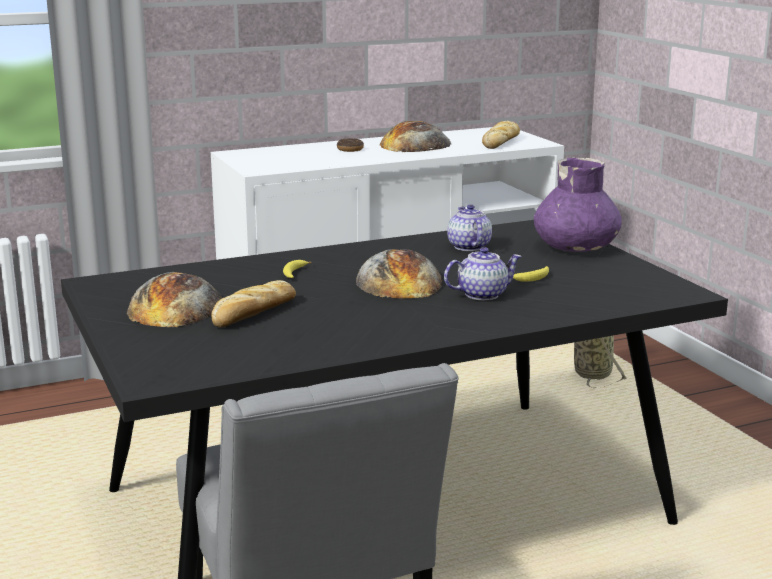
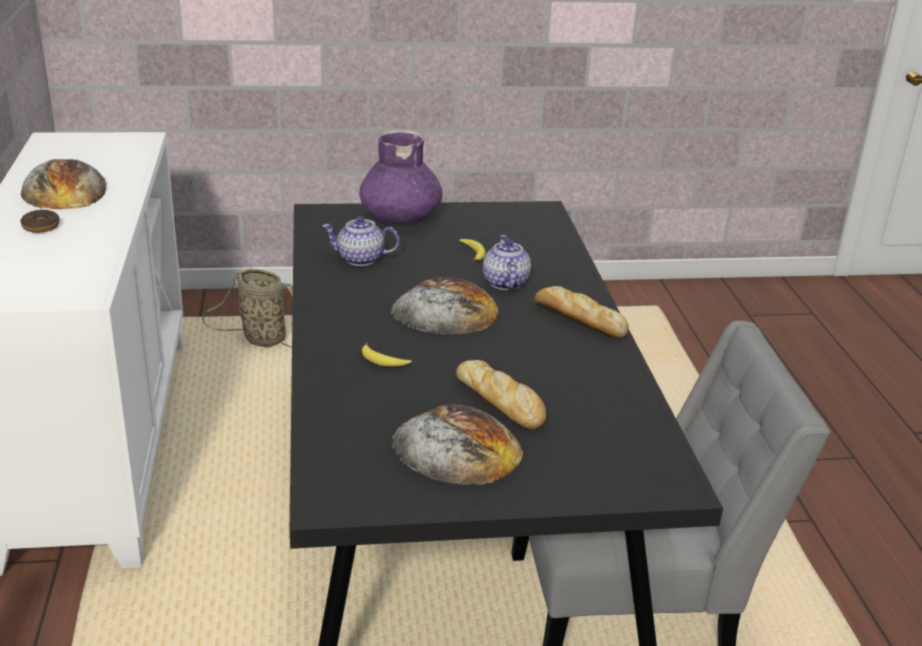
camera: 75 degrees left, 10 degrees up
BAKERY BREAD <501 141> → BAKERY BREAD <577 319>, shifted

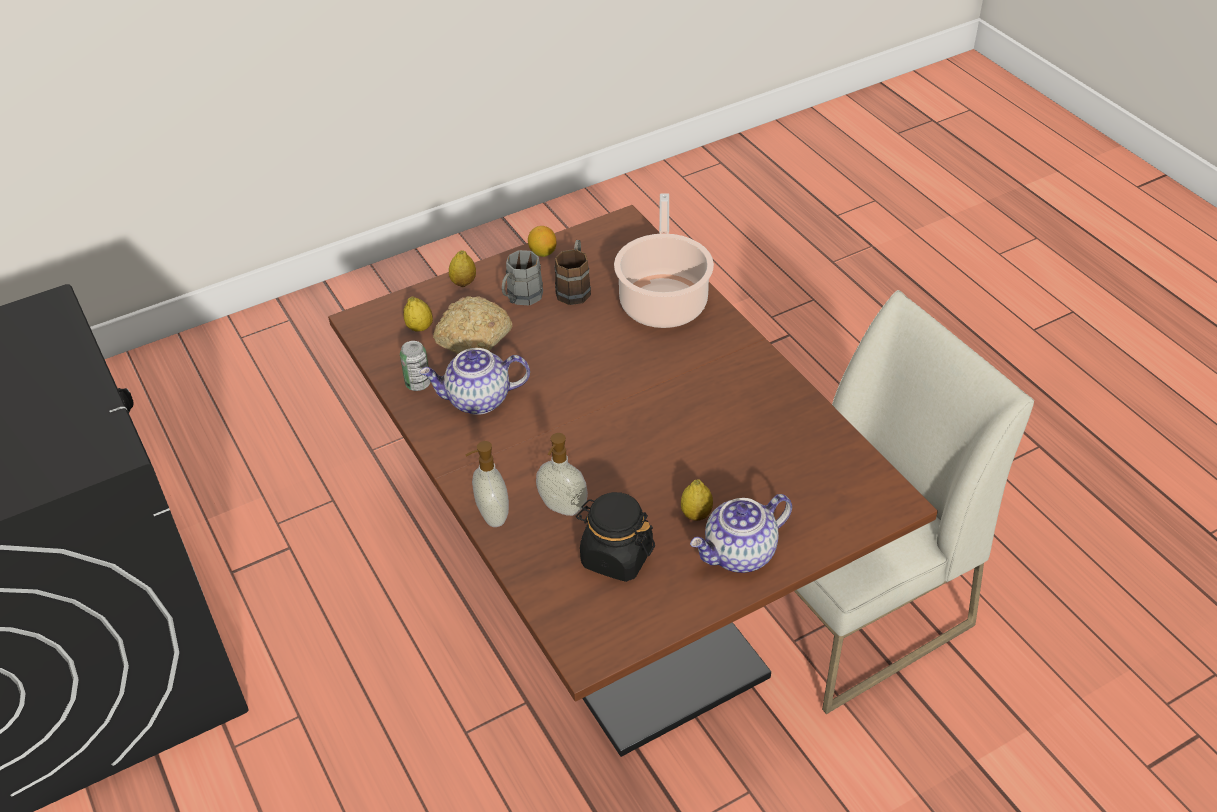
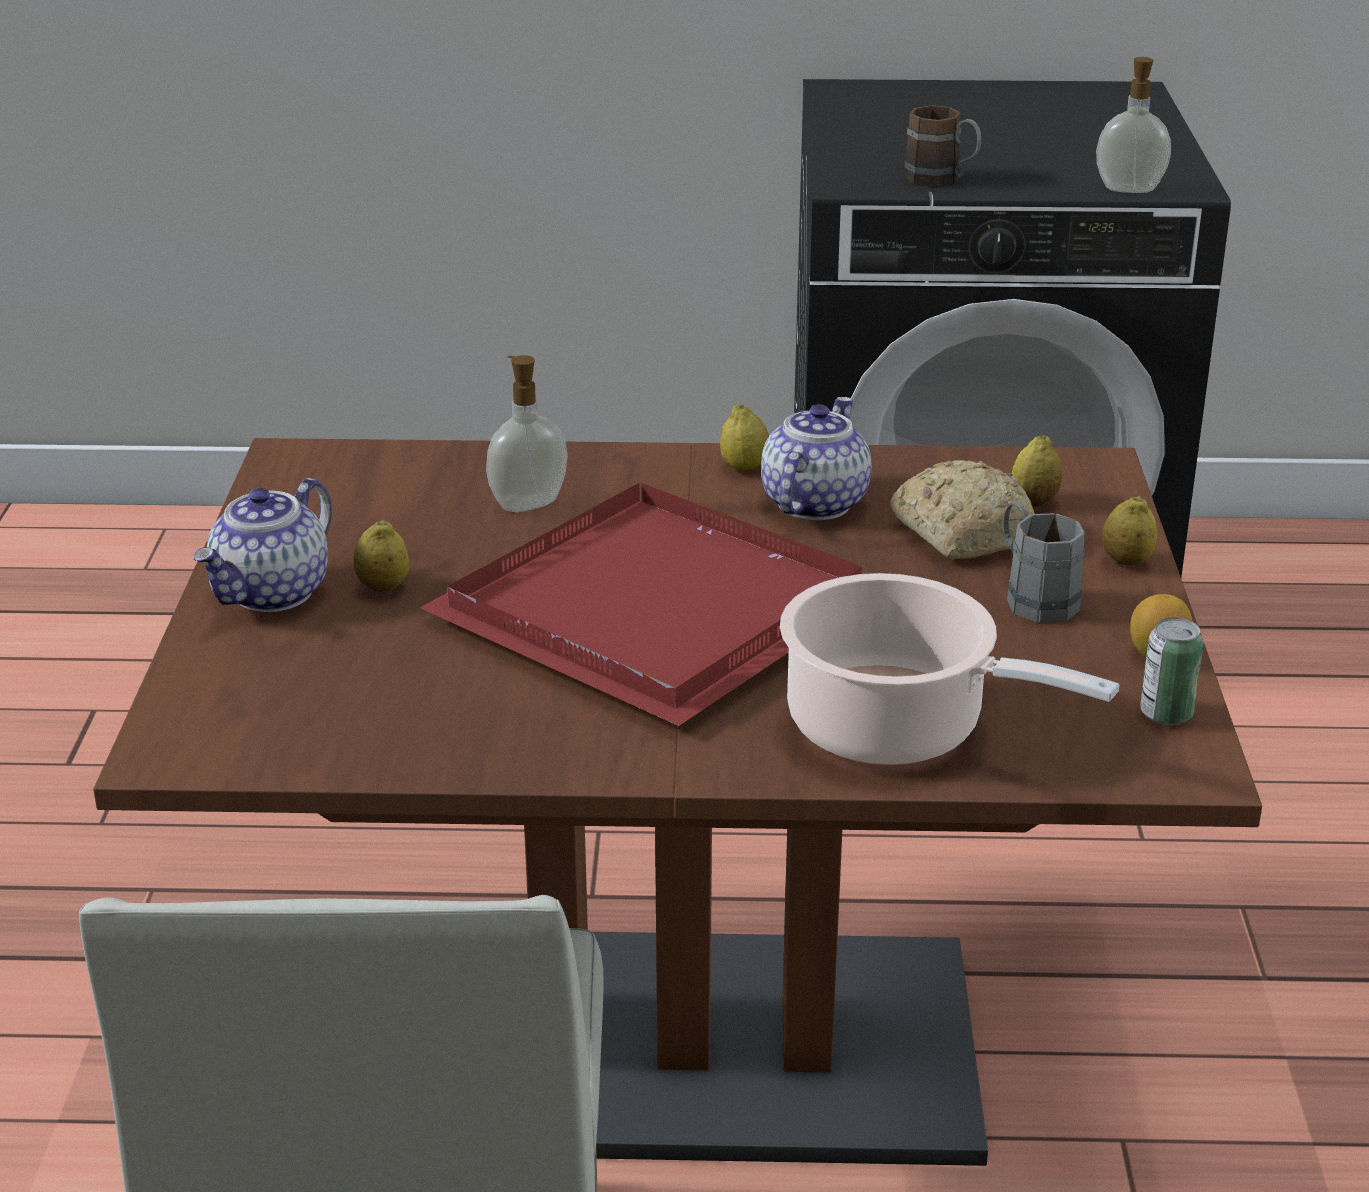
camera: 120 degrees right, 15 degrees down
BLACK STORAGE JAR <616 556> → -
- → RED SERVING TRAY <665 610>
- → CITRUS FRUIT <744 468>
SEALED CAN <418 384> → SEALED CAN <1166 714>, shifted
SOAP BOTTLE <491 515> → SOAP BOTTLE <1129 189>, shifted
BROWNISH COFFEE MUG <575 287> → BROWNISH COFFEE MUG <942 180>, shifted
POT FOR TEA <740 554> → POT FOR TEA <272 593>, 150 degrees counterclockwise

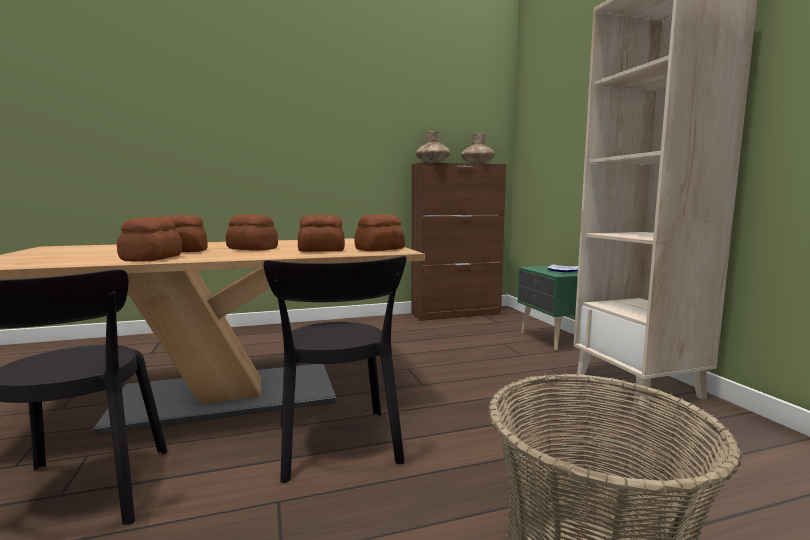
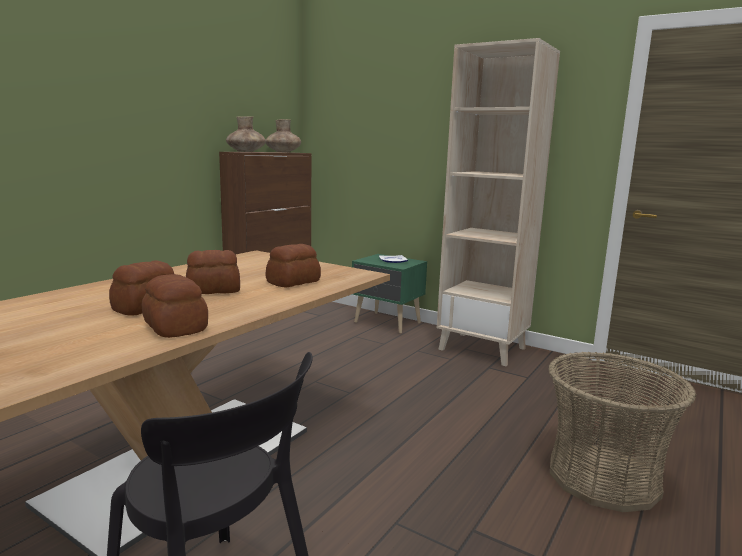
camera: 40 degrees left, 5 degrees up
BLACK PLAIN CHAIR <338 447> → -
BAKERY BREAD <379 249> → -

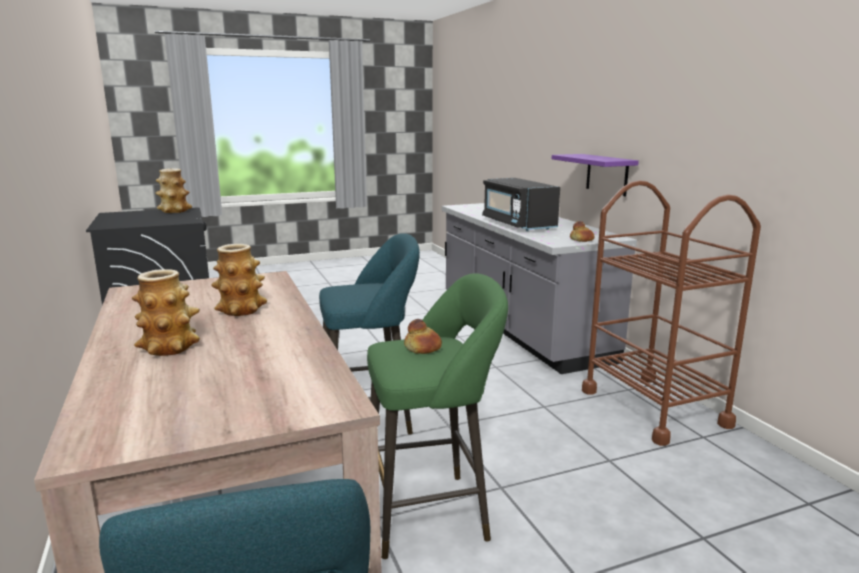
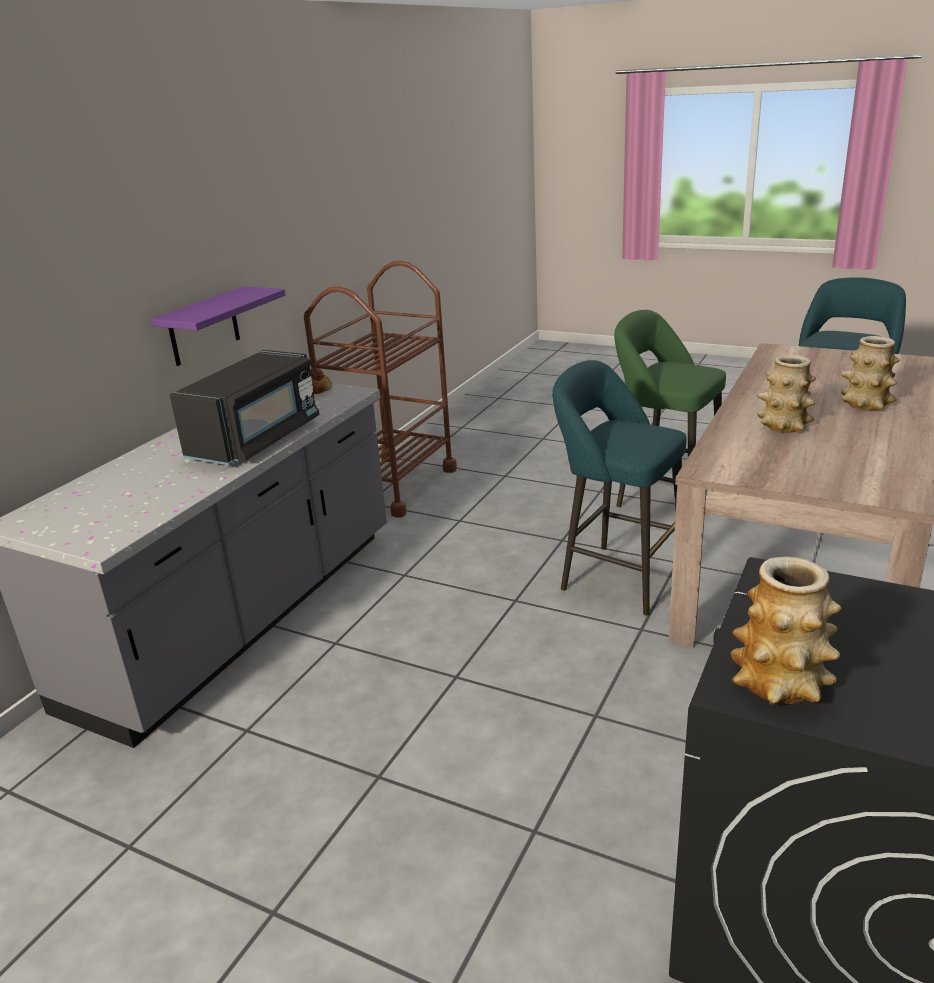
camera: 130 degrees left, 10 degrees up
BAKERY BREAD <423 347> → -

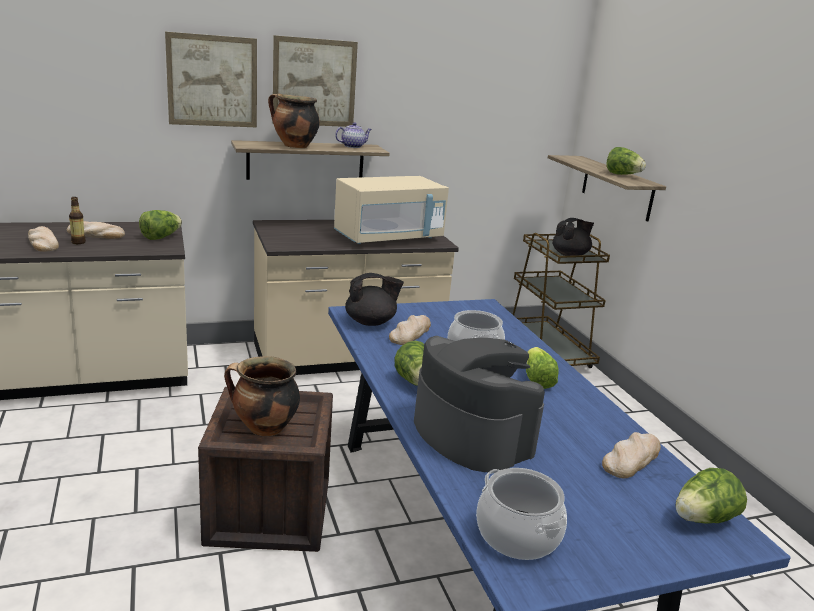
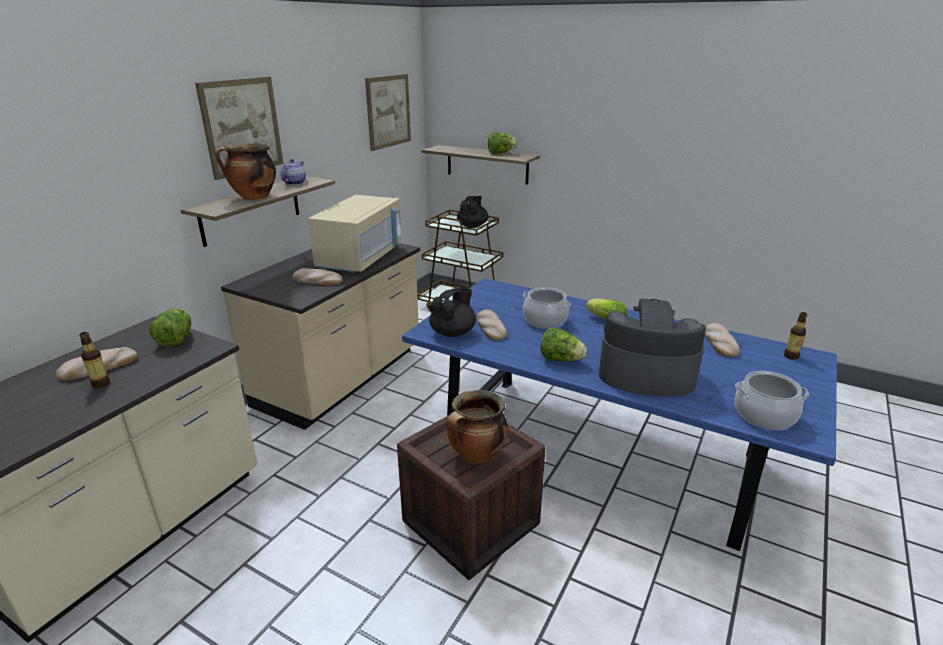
camera: 40 degrees left, 5 degrees up
BAKERY BREAD <43 243> → BAKERY BREAD <317 280>, shifted
WALL PICTURE <212 81> → WALL PICTURE <388 111>, shifted
LETTUCE HEAD <702 519> → BEVERAGE BOTTLE <791 356>

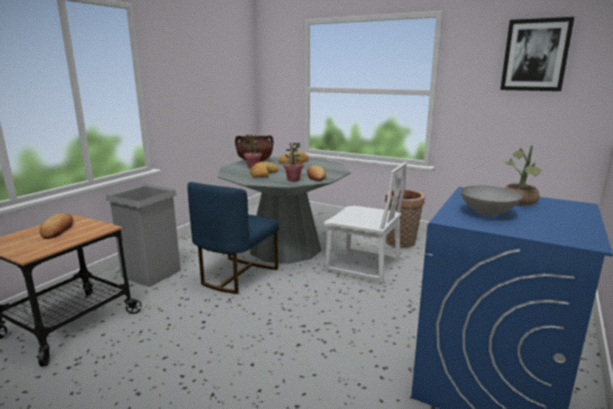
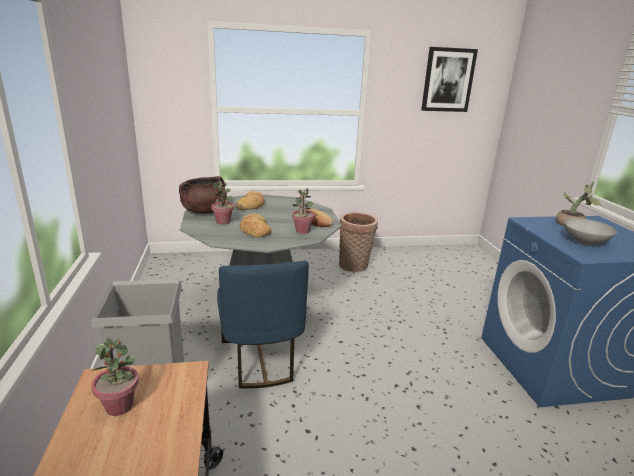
camera: 40 degrees left, 5 degrees up
WHITE-COLOURED PLAIN CHAIR <363 266> → -
BAKERY BREAD <58 229> → POTTED PLANT <120 406>

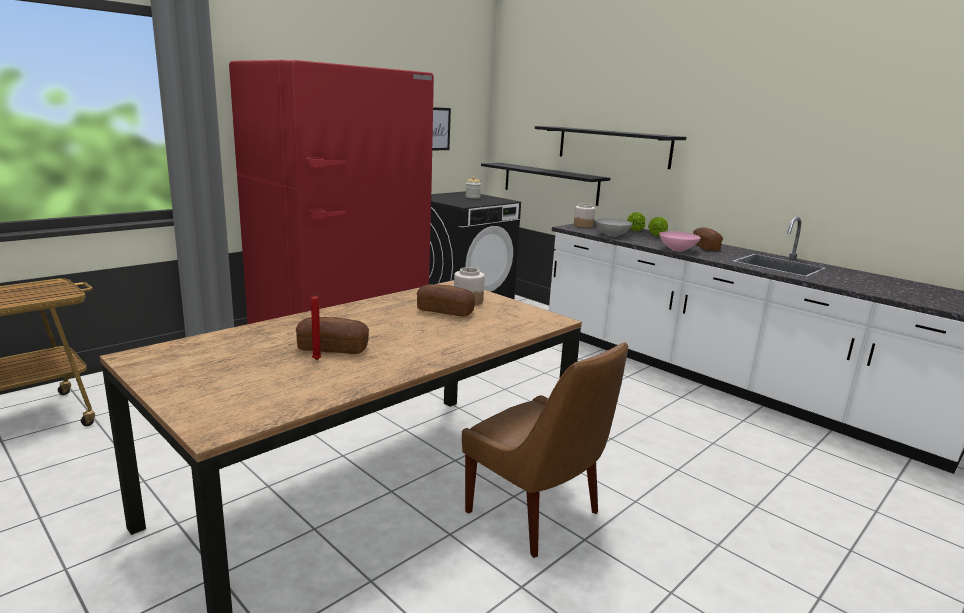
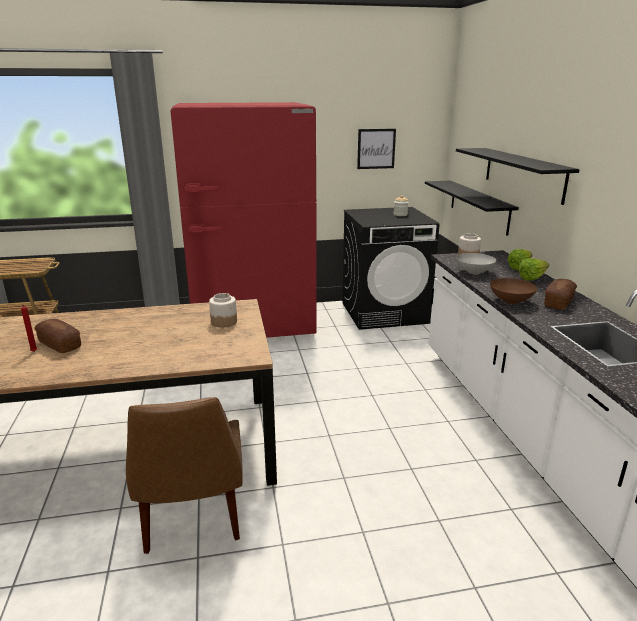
camera: 35 degrees right, 5 degrees up
BAKERY BREAD <445 311> → -
PINKISH DEEP DISH <678 250> → BROWNISH DEEP DISH <511 301>

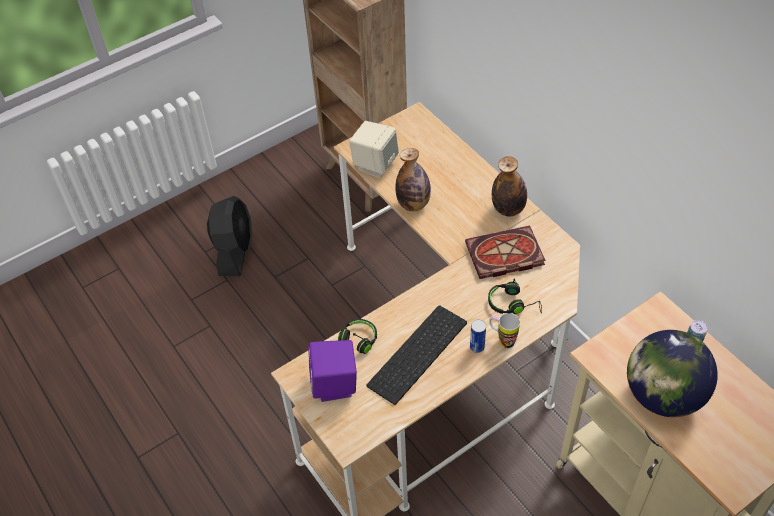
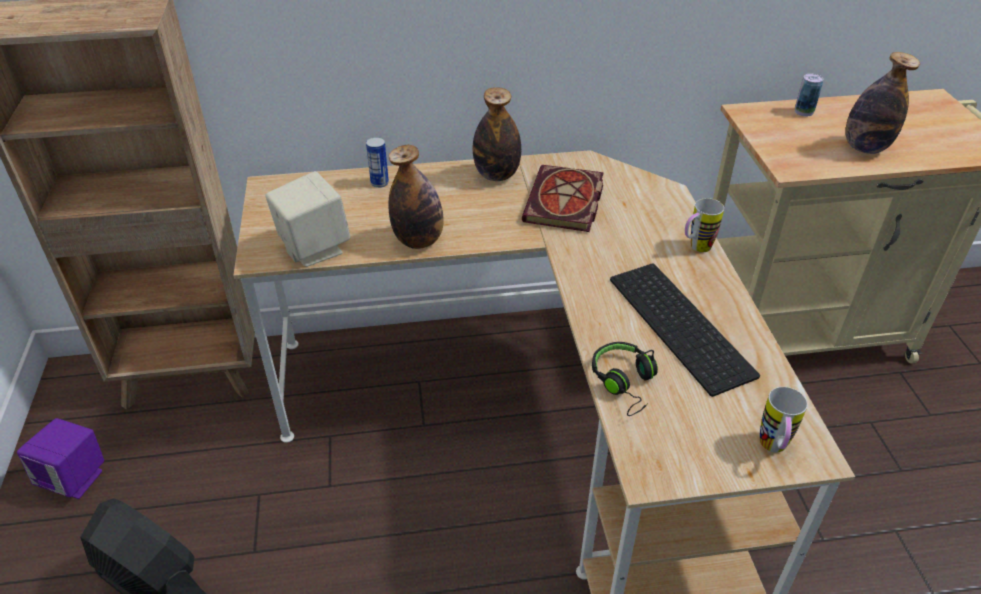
camera: 65 degrees left, 10 degrees down
BLACK HEADSET <513 304> → -
- → COFFEE MUG <773 449>
PURPLE AUDIO SPEAKER <335 385> → PURPLE AUDIO SPEAKER <75 478>, shifted
SEALED CAN <477 347> → SEALED CAN <379 183>, shifted
WORLD GLOBE <663 395> → BEVERAGE BOTTLE <865 148>

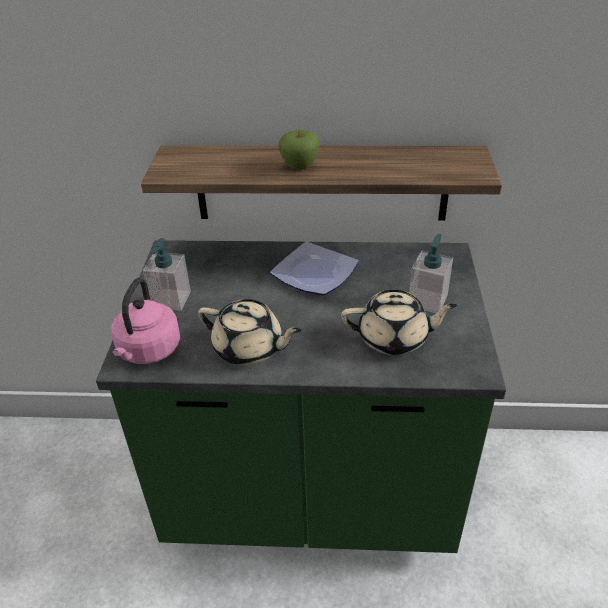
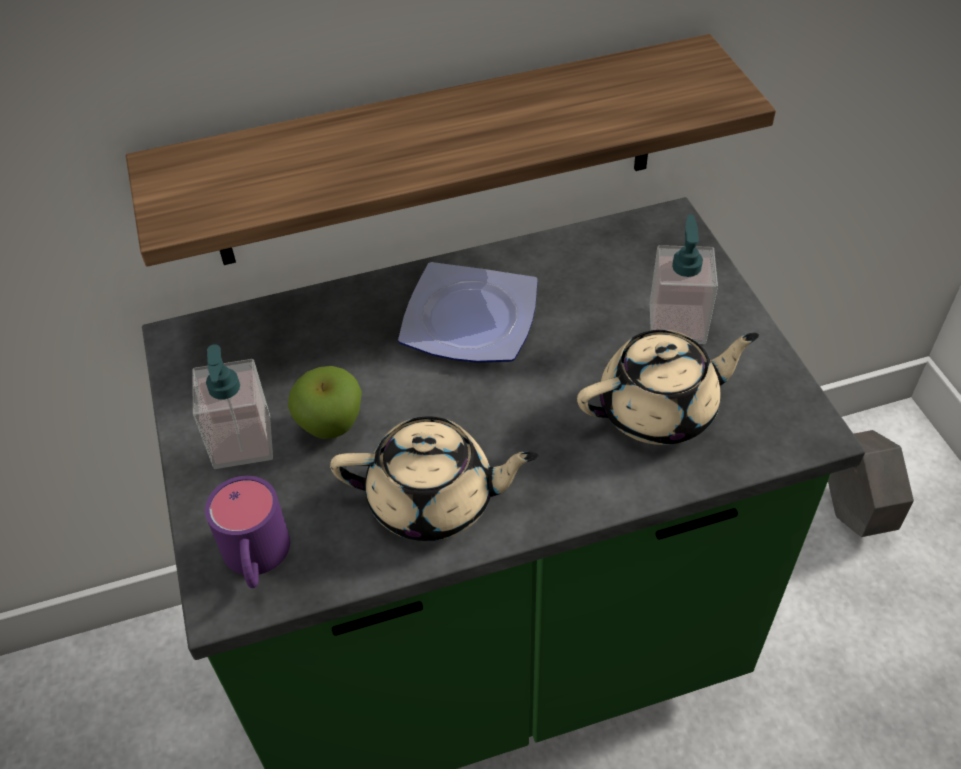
camera: 20 degrees left, 10 degrees up
- → GREY PLANTER <854 512>
WHOLE APPLE <299 166> → WHOLE APPLE <331 425>, shifted
PINKISH WATER KETTLE <148 351> → PURPLE COFFEE MUG <256 560>

